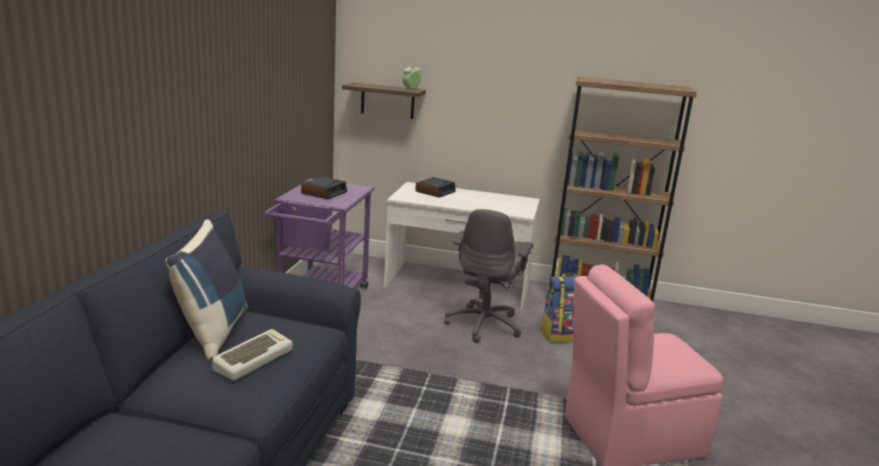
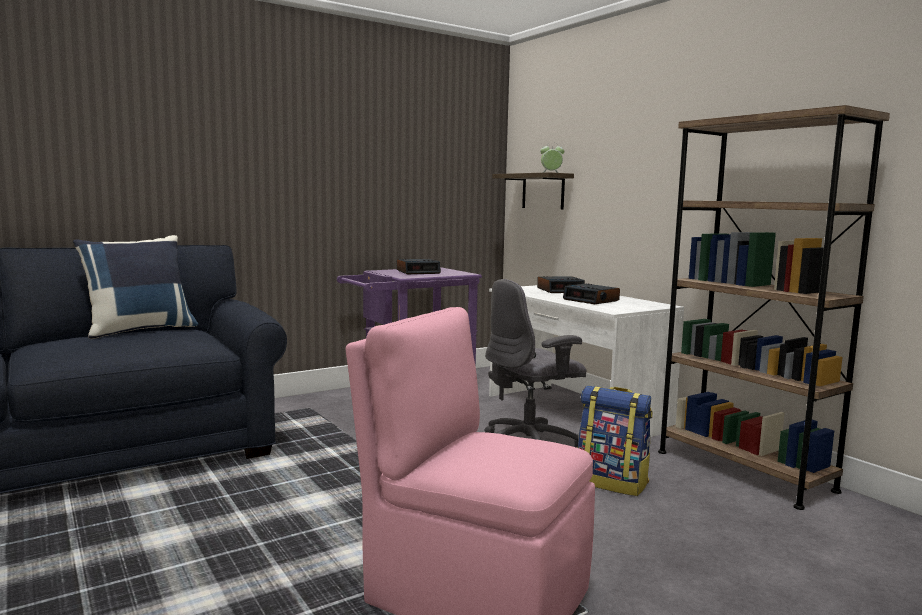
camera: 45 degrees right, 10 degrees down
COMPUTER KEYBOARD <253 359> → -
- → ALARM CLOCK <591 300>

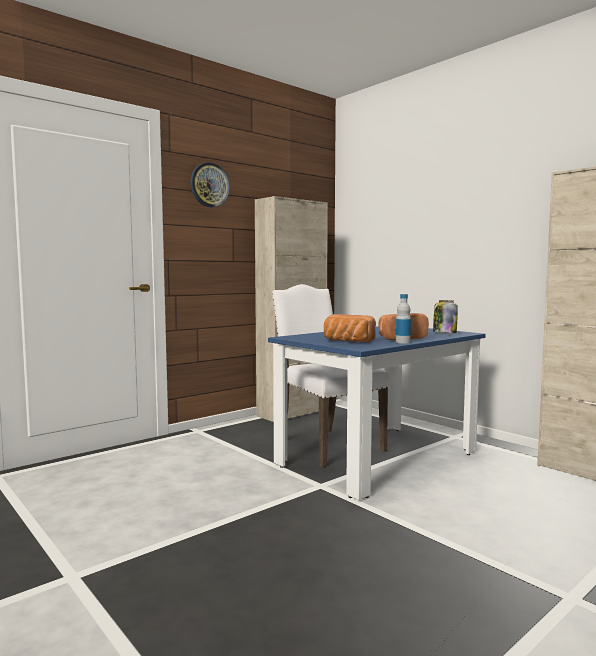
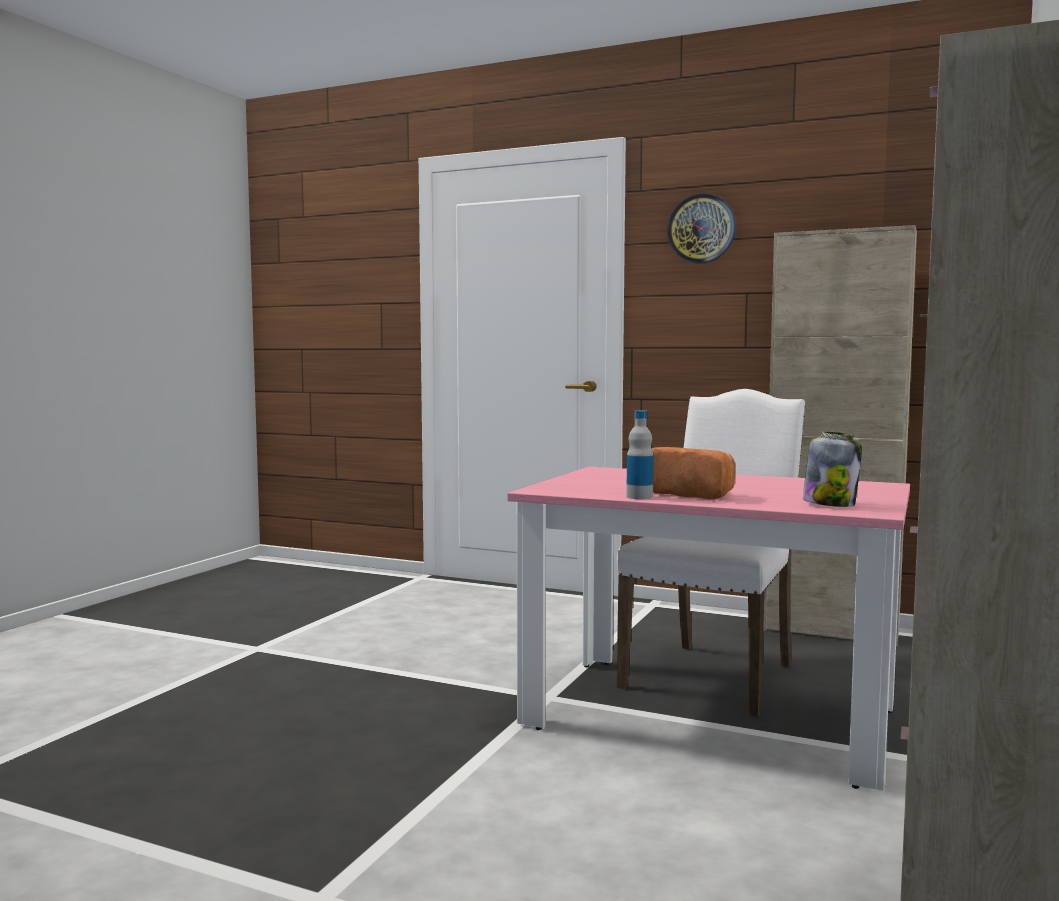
camera: 65 degrees right, 0 degrees up
BAKERY BREAD <347 341> → -
BLUE KITCHEN TABLE <378 458> → PINKISH KITCHEN TABLE <710 715>

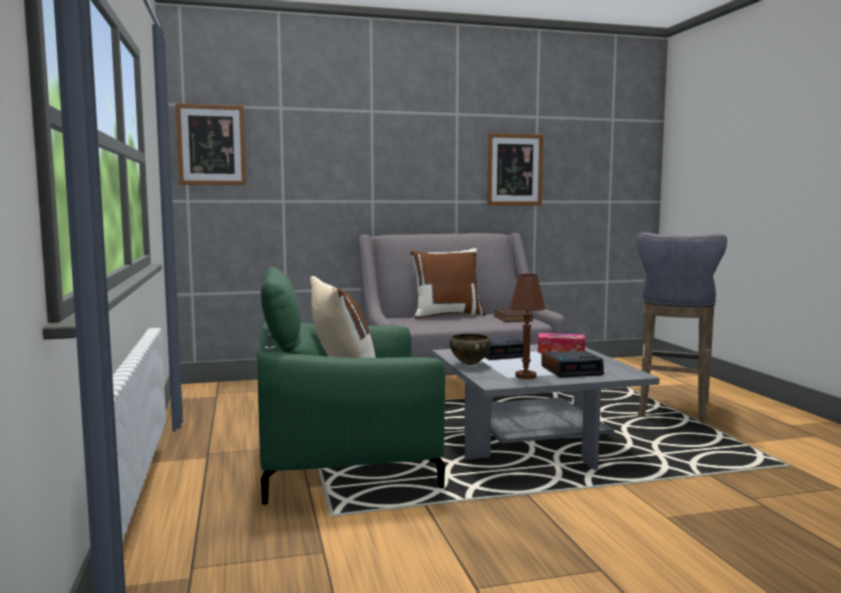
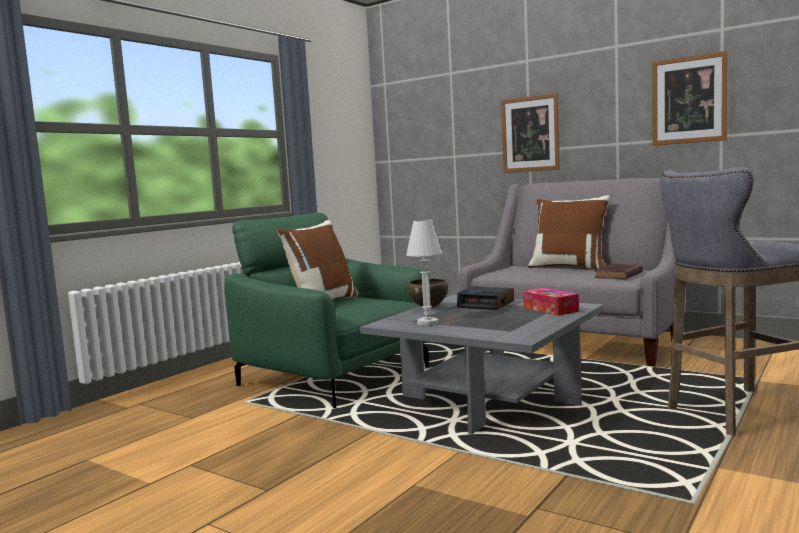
camera: 50 degrees right, 0 degrees up
ALARM CLOCK <572 370> → -
WALL PICTURE <211 145> → WALL PICTURE <530 134>, shifted
BROWNISH TABLE LAMP <525 376> → WHITE-COLOURED TABLE LAMP <427 323>

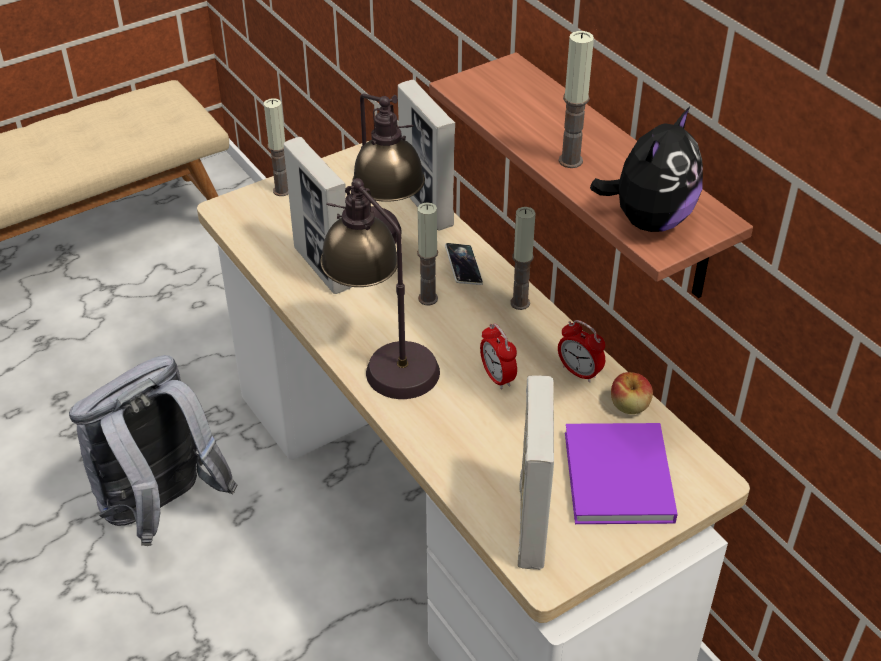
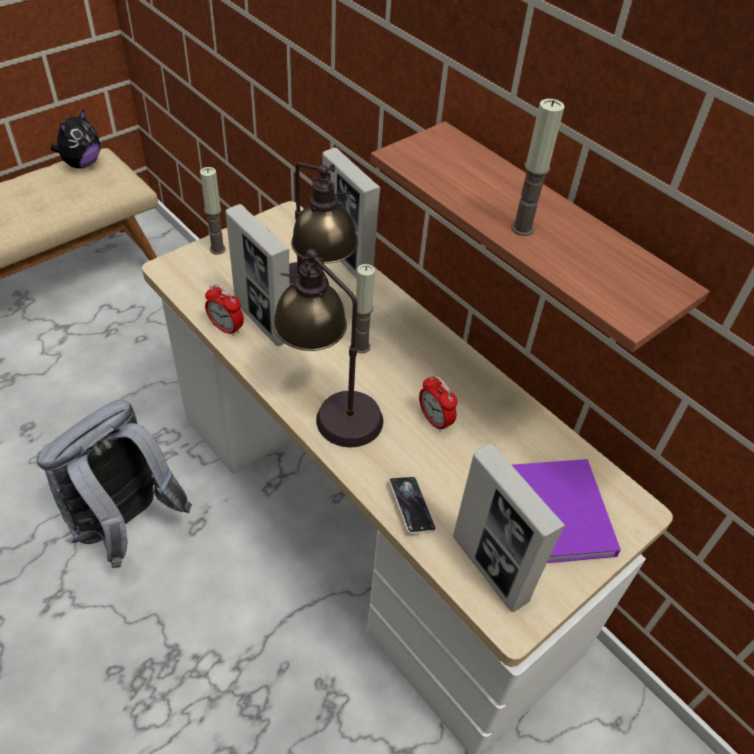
camera: 10 degrees left, 5 degrees up
WAX LIGHT <520 303> → -
WHOLE APPLE <629 406> → -
TELEPHONE <463 267> → TELEPHONE <411 507>, shifted
ALARM CLOCK <579 372> → ALARM CLOCK <226 328>, shifted
PLUSH TOY <649 220> → PLUSH TOY <81 164>, shifted
PICTURE FRAME <531 525> → PICTURE FRAME <490 569>, 150 degrees clockwise

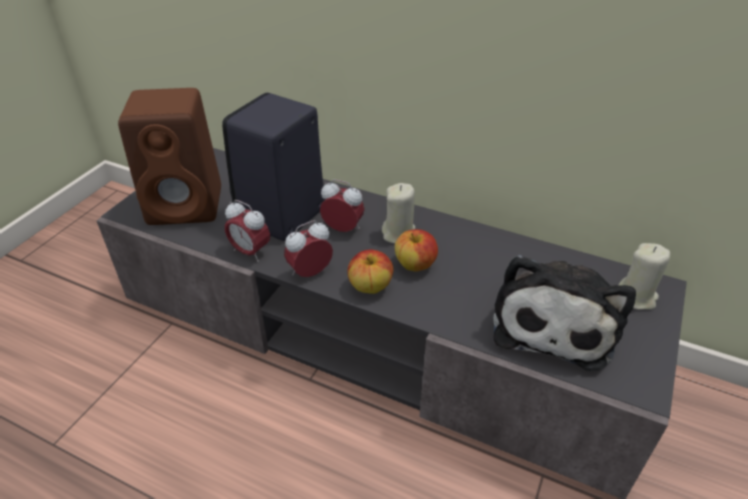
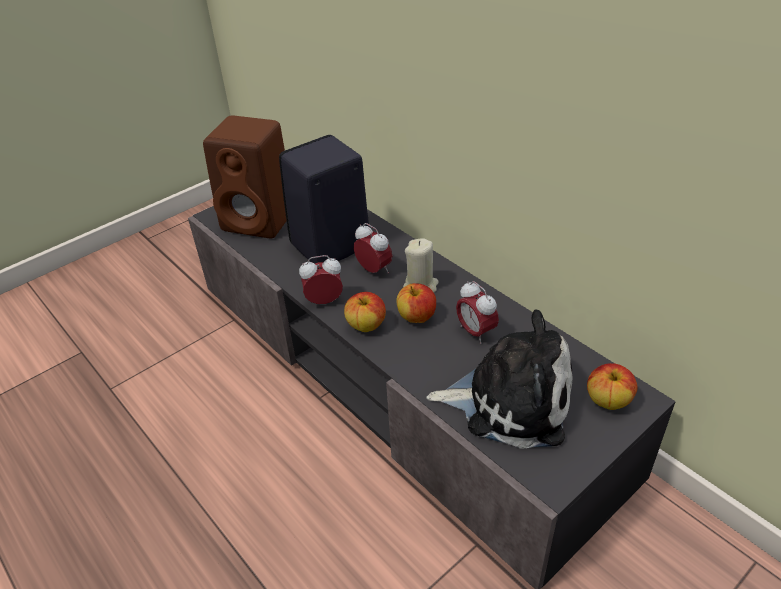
camera: 25 degrees right, 0 degrees up
ALARM CLOCK <250 252> → ALARM CLOCK <475 332>, shifted
SAND-COLOURED WAX LIGHT <636 297> → WHOLE APPLE <608 401>
PLUSH TOY <554 321> → PLUSH TOY <509 400>, 120 degrees counterclockwise

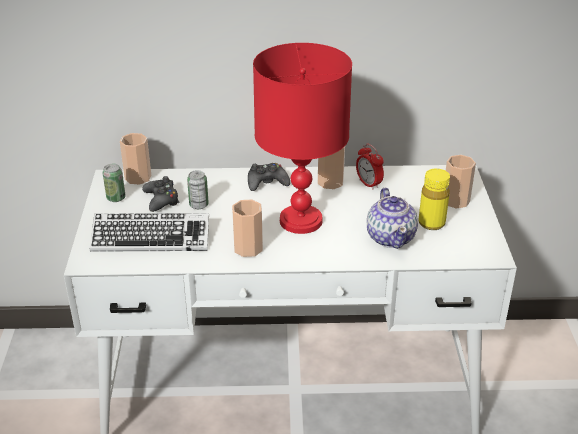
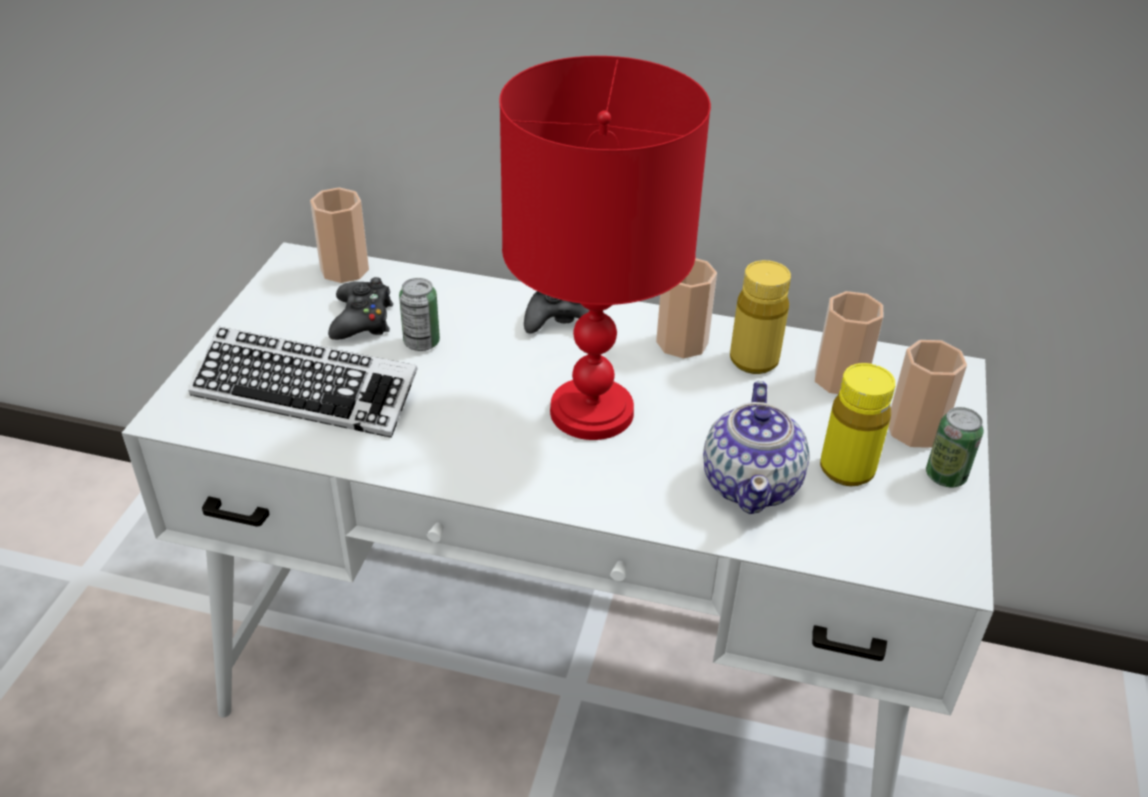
camera: 15 degrees right, 5 degrees up
SEALED CAN <116 198> → SEALED CAN <945 476>, shifted
CUP <248 248> → CUP <840 379>, shifted
ALARM CLOCK <368 184> → YELLOWISH BEVERAGE BOTTLE <754 360>

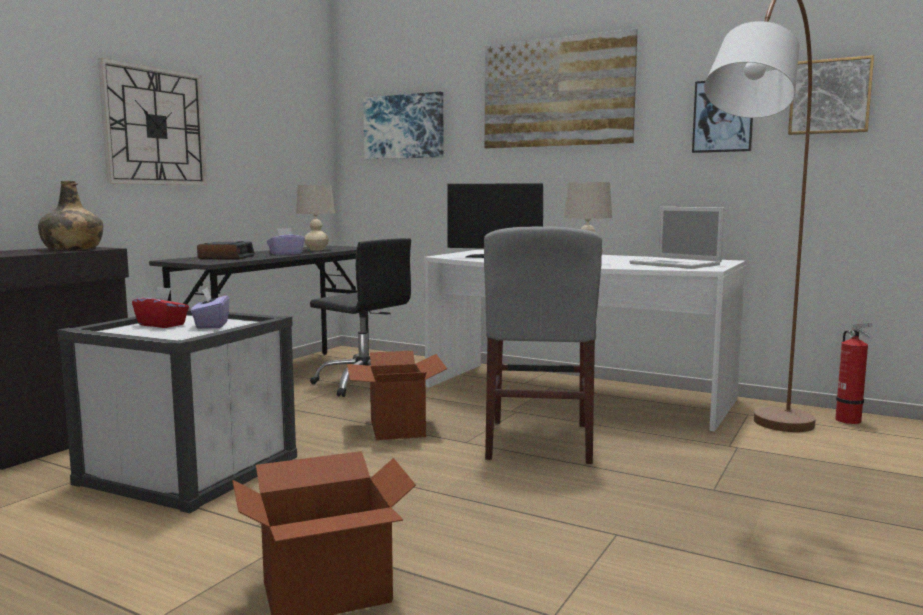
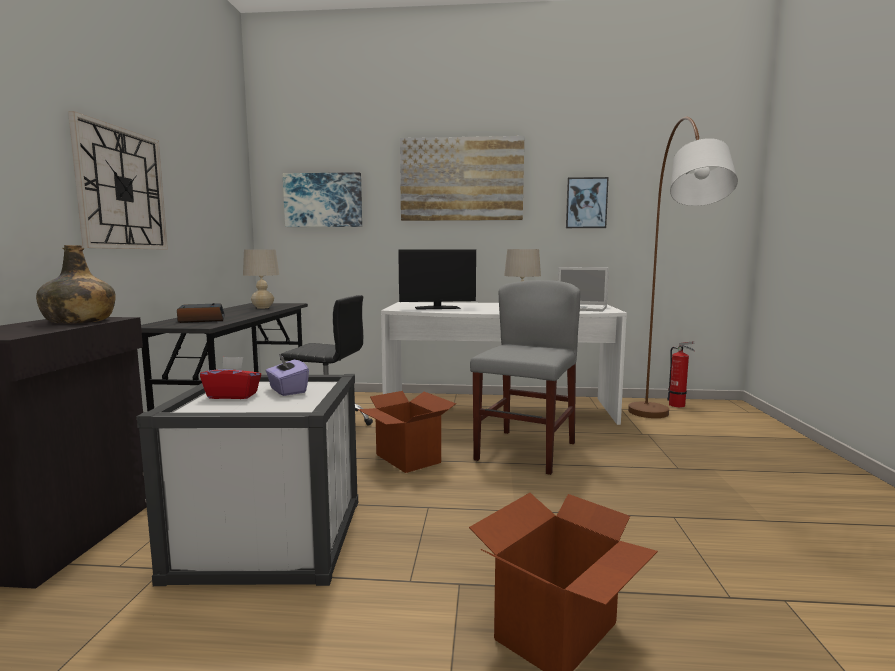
camera: 25 degrees left, 0 degrees up
PURPLE TISSUE HOLDER <286 254> → -
WALL PICTURE <830 97> → -
GREY PLAIN CHAIR <539 441> → GREY PLAIN CHAIR <525 451>, 135 degrees counterclockwise

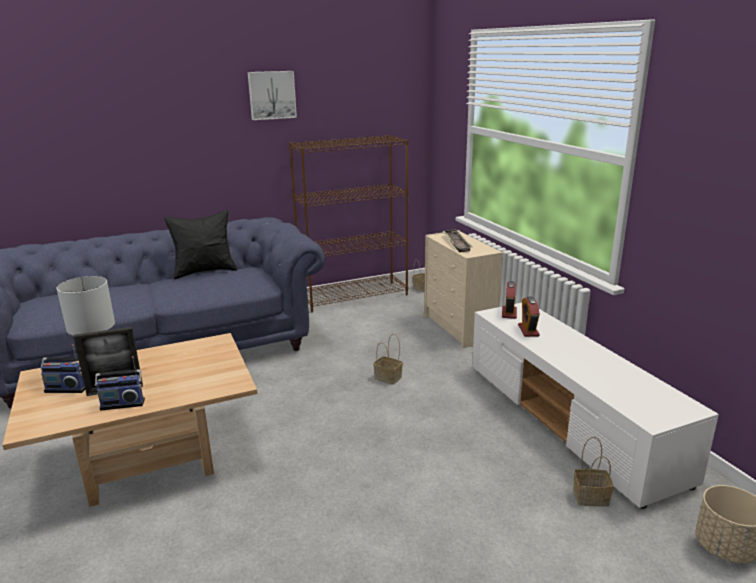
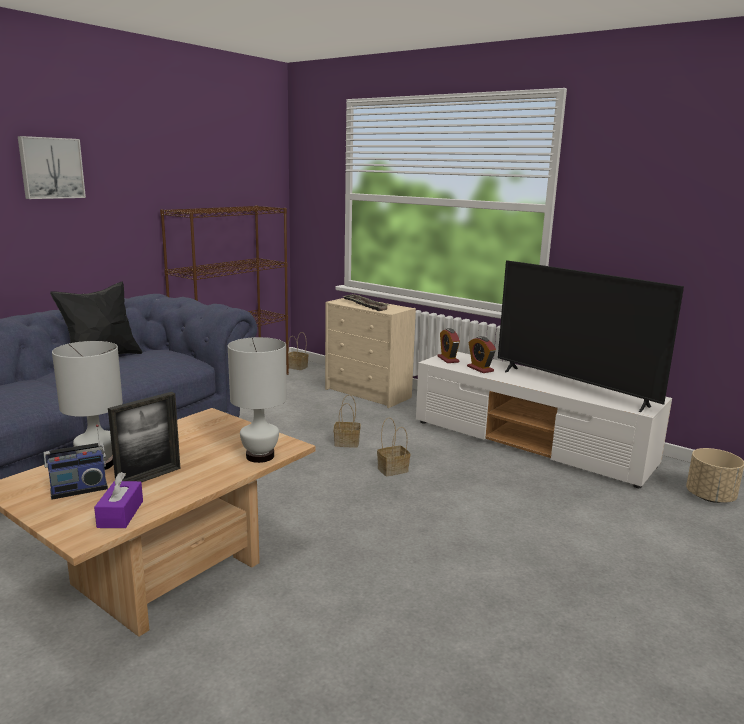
camera: 30 degrees left, 5 degrees down
RADIO <123 403> → -
- → PURPLE TISSUE HOLDER <120 514>
- → WHITE-COLOURED TABLE LAMP <260 456>
- → TELEVISION <572 388>
WALL PICTURE <272 95> → WALL PICTURE <51 168>, shifted
HOUSEHOLD BASKET <591 497> → HOUSEHOLD BASKET <393 469>, shifted

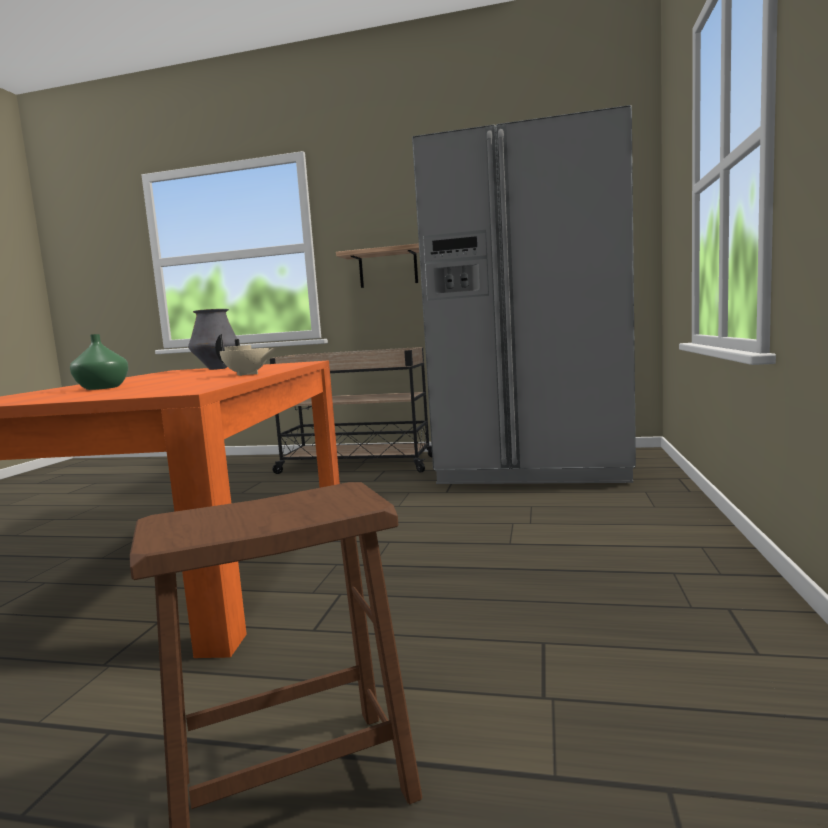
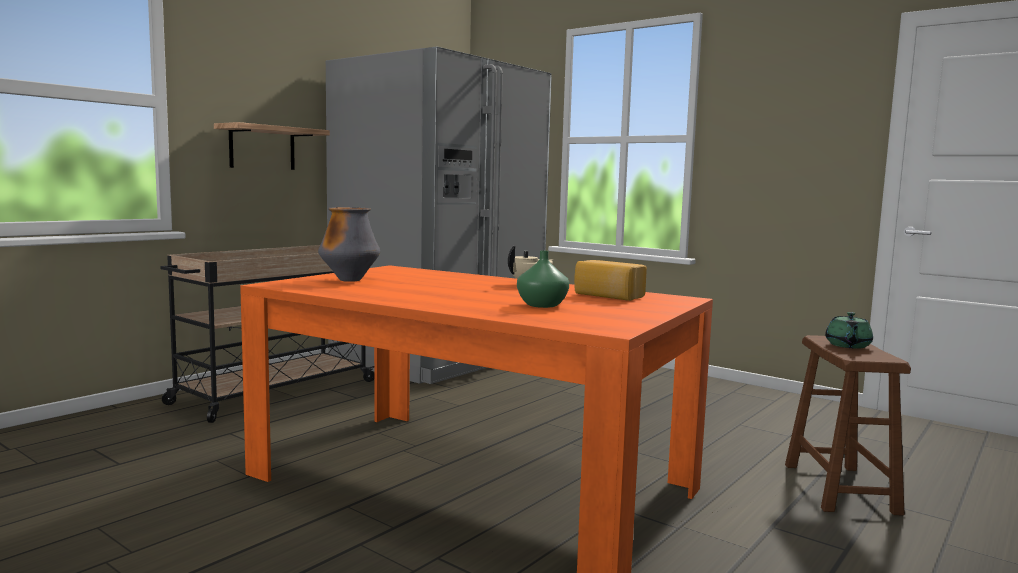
camera: 65 degrees left, 0 degrees up
- → BAKERY BREAD <607 296>
- → GREEN-COLOURED POT FOR TEA <847 346>

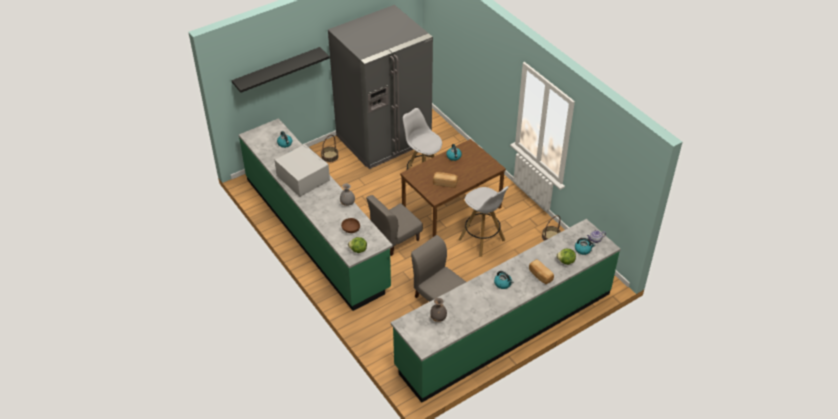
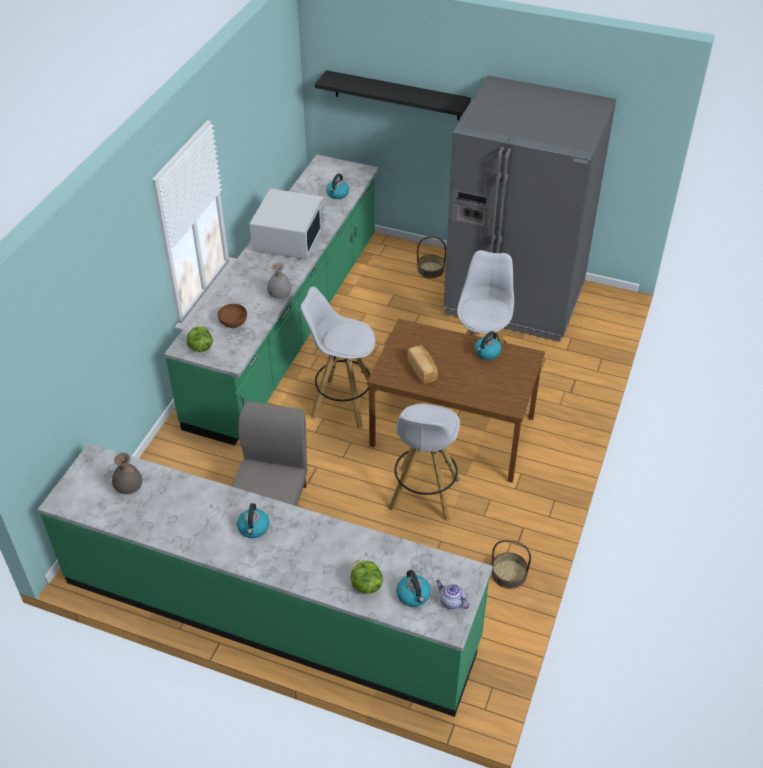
camera: 55 degrees right, 0 degrees up
BAKERY BREAD <540 276> → -
GREY PLAIN CHAIR <395 239> → WHITE-COLOURED SITTING STOOL <342 403>

